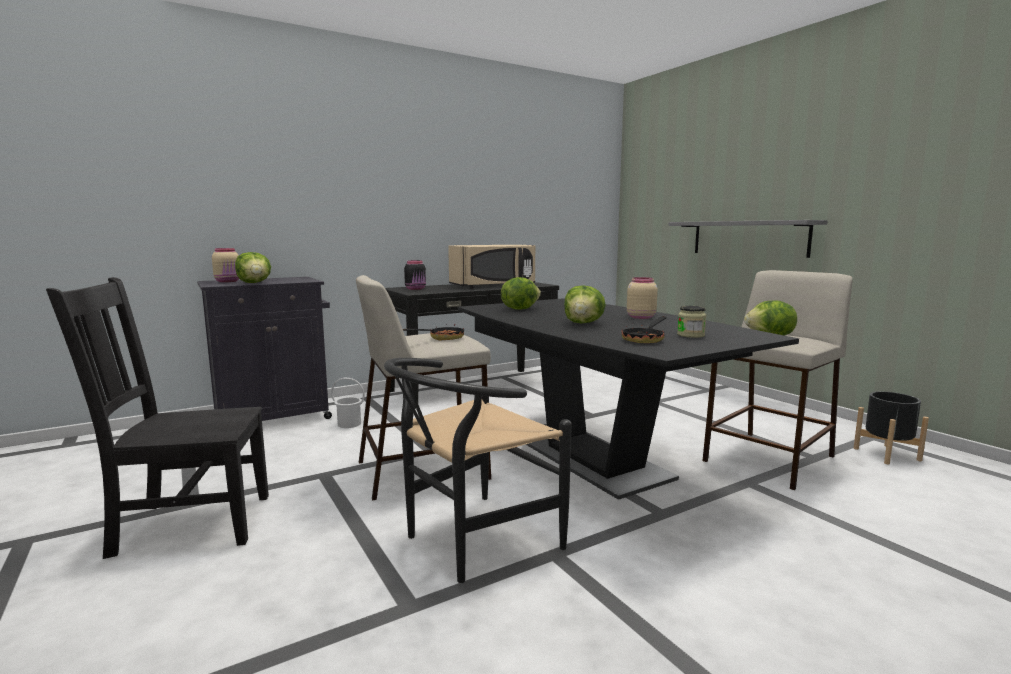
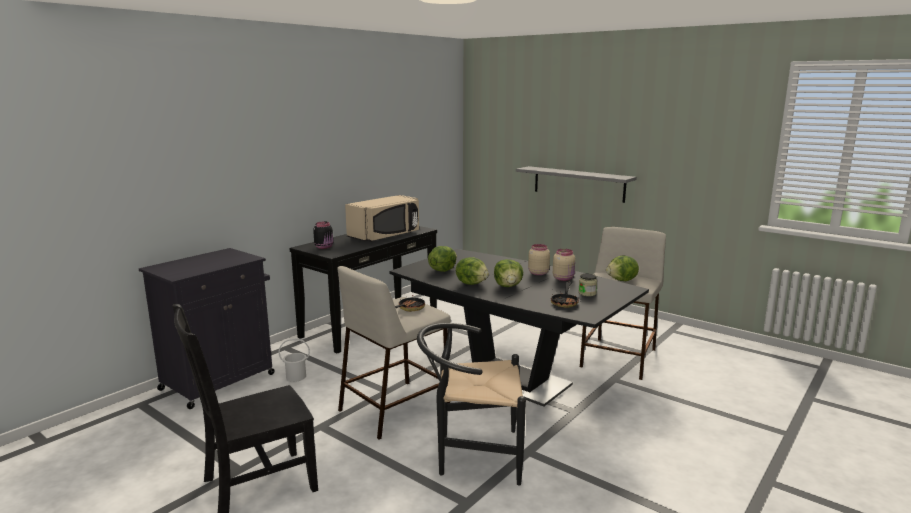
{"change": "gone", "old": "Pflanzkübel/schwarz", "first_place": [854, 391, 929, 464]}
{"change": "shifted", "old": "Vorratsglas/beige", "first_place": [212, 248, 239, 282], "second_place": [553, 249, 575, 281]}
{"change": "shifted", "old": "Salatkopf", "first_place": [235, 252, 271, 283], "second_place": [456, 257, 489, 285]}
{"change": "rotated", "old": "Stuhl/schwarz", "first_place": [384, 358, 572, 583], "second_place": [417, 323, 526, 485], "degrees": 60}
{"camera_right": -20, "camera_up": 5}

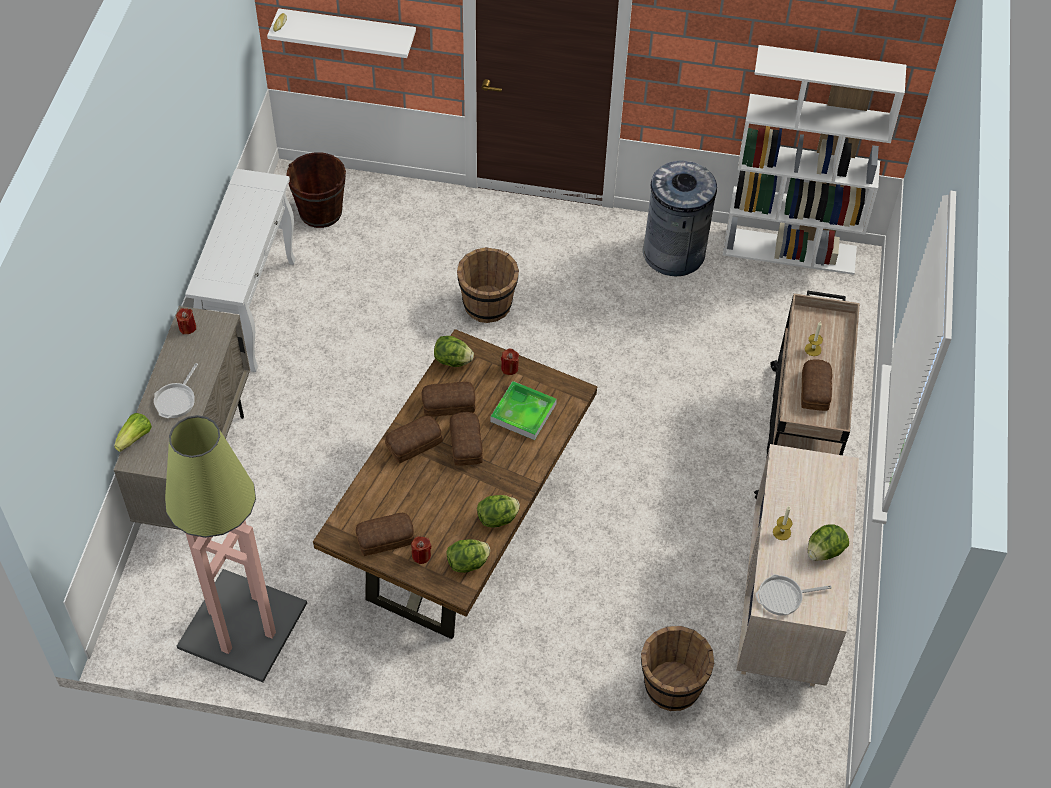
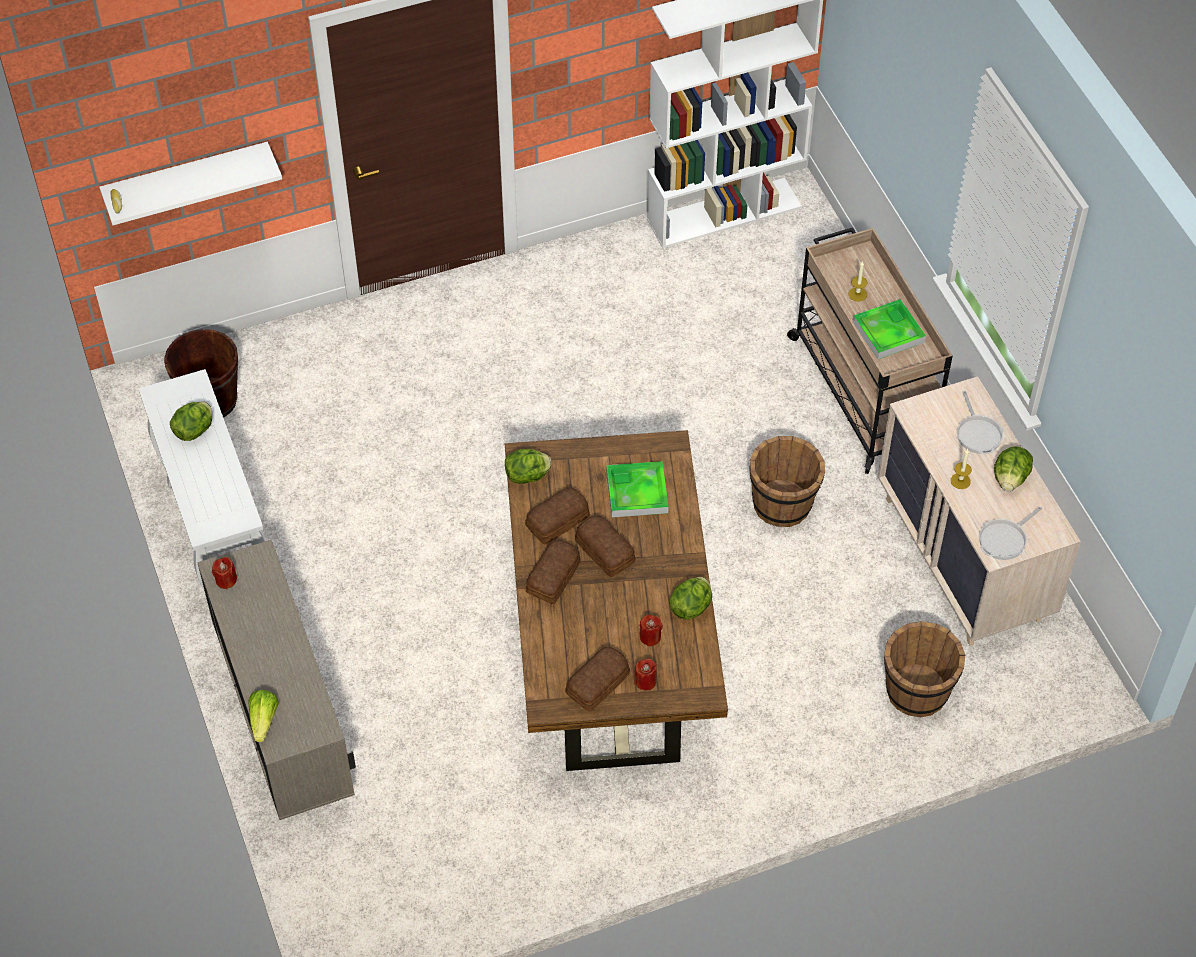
{"change": "gone", "old": "Stehlampe", "first_place": [165, 415, 307, 682]}
{"change": "gone", "old": "Mülleimer/grau", "first_place": [643, 160, 717, 277]}
{"change": "shifted", "old": "Pfanne", "first_place": [154, 363, 198, 418], "second_place": [957, 391, 1004, 454]}
{"change": "shifted", "old": "Salatkopf", "first_place": [446, 539, 490, 573], "second_place": [170, 402, 212, 441]}
{"change": "shifted", "old": "Eimer/braun", "first_place": [457, 247, 519, 323], "second_place": [750, 436, 825, 527]}
{"change": "shifted", "old": "Kerze/rot", "first_place": [501, 349, 519, 375], "second_place": [639, 615, 663, 646]}
{"change": "swapped", "old": "Brot", "new": "Tablett", "first_place": [801, 359, 832, 411], "second_place": [853, 299, 926, 359]}
{"camera_right": -30, "camera_up": 0}

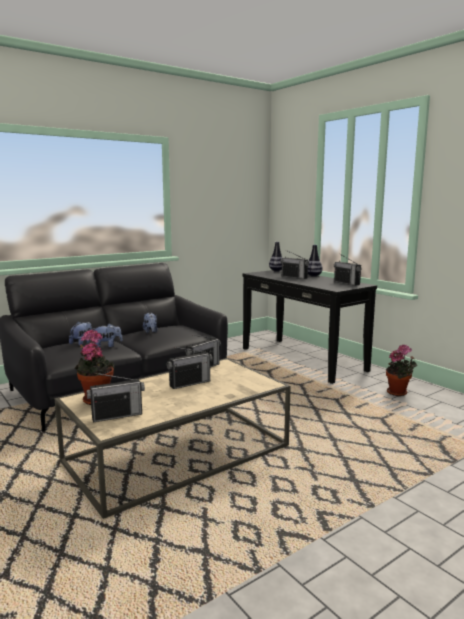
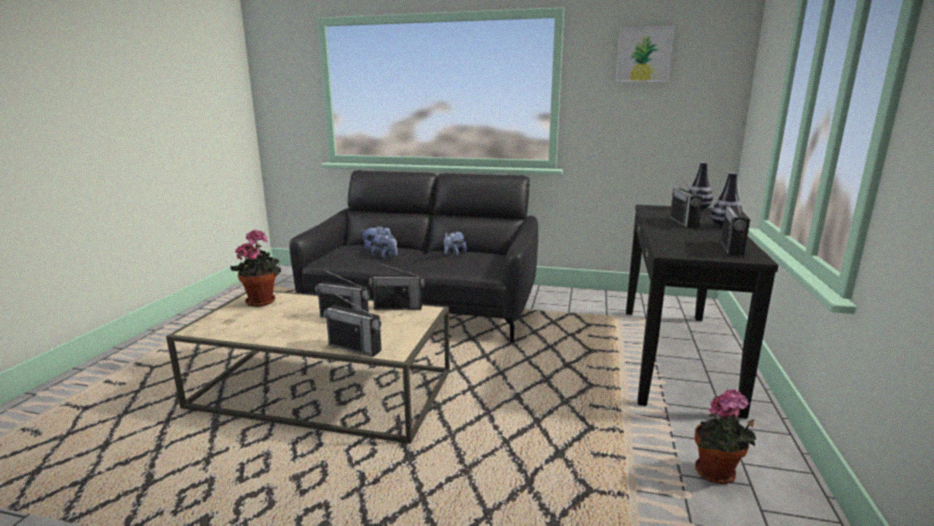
{"change": "new", "new": "Bild", "second_place": [615, 26, 674, 82]}
{"change": "shifted", "old": "Radio", "first_place": [87, 373, 145, 423], "second_place": [323, 292, 381, 357]}
{"camera_right": 50, "camera_up": 5}

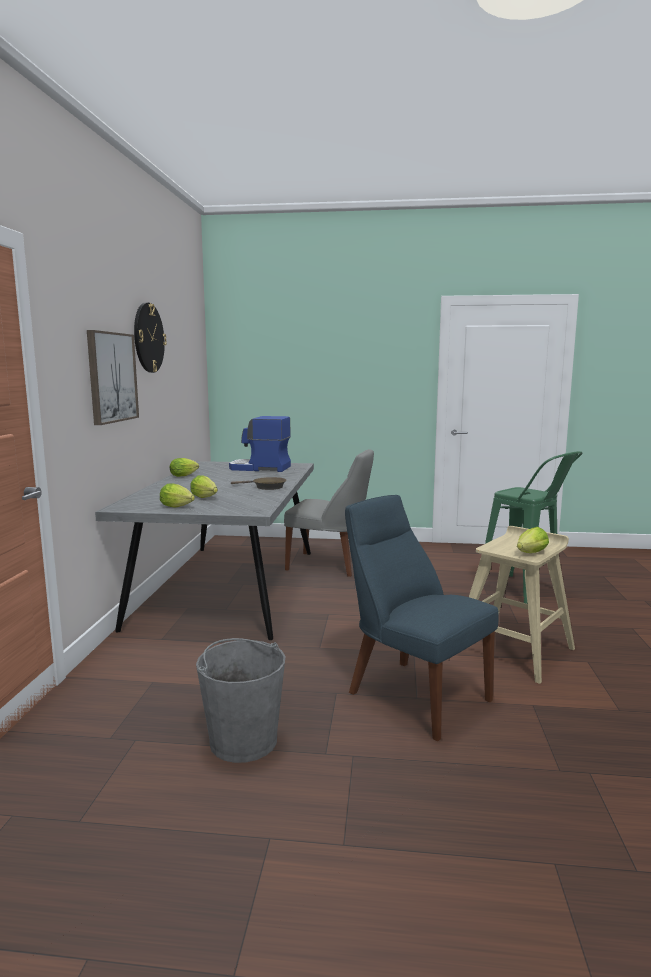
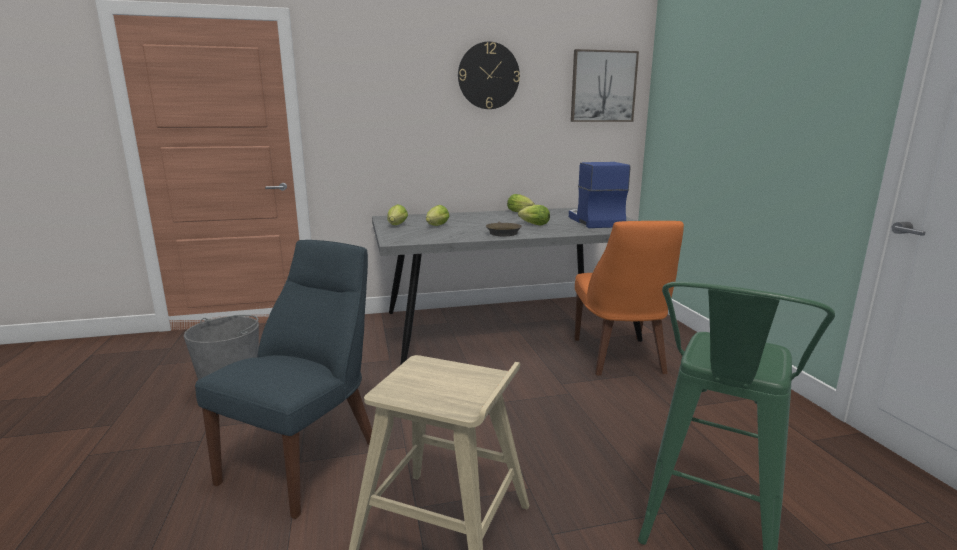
{"change": "shifted", "old": "Bild", "first_place": [87, 330, 139, 425], "second_place": [571, 49, 639, 122]}
{"change": "shifted", "old": "Salatkopf", "first_place": [517, 527, 549, 553], "second_place": [518, 205, 550, 225]}
{"change": "repainted", "old": "Stuhl/grau", "new": "Stuhl/orange", "first_place": [284, 449, 374, 577], "second_place": [574, 221, 684, 376]}
{"camera_right": 70, "camera_up": 5}

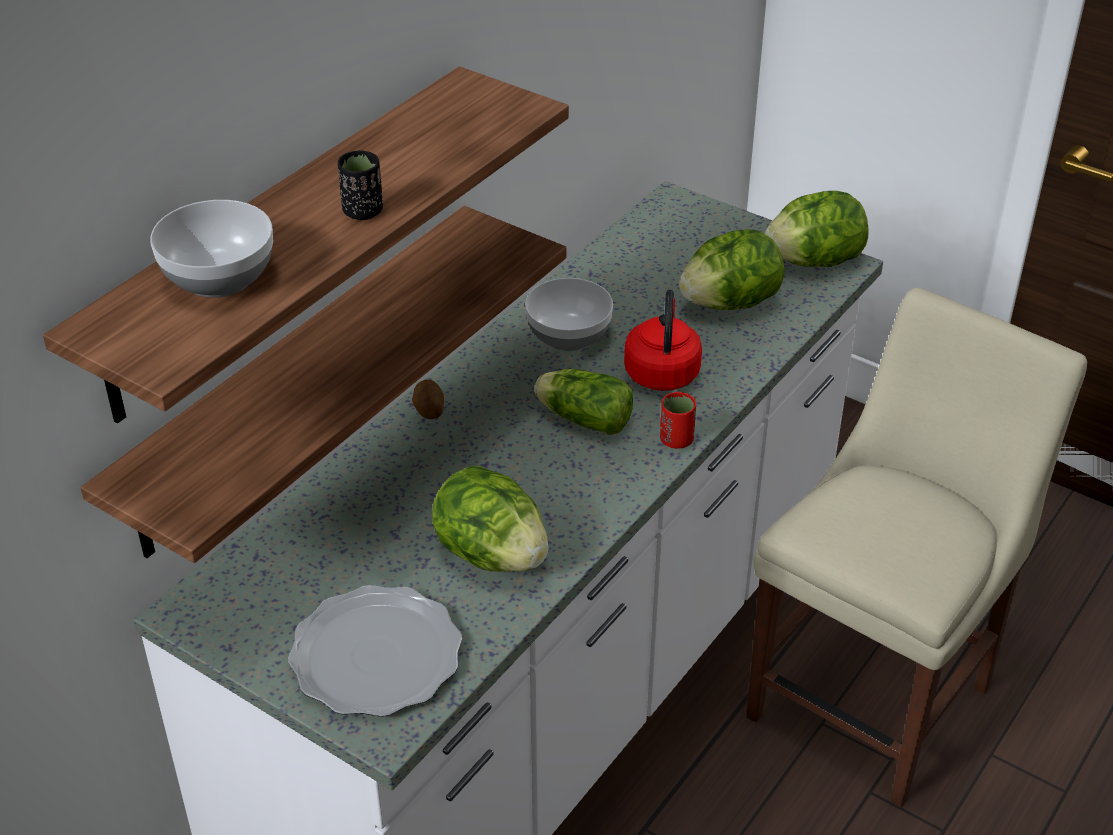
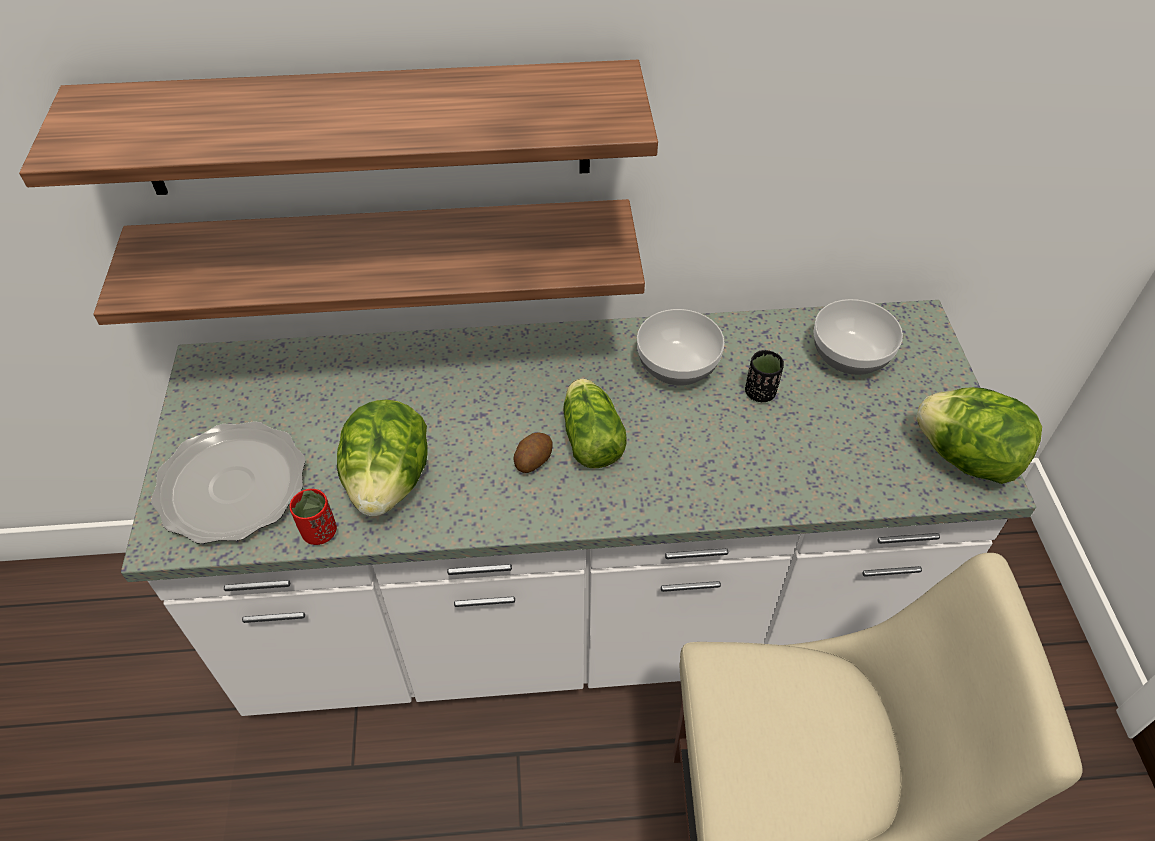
{"change": "gone", "old": "Wasserkessel/rot", "first_place": [624, 290, 702, 391]}
{"change": "gone", "old": "Salatkopf", "first_place": [679, 229, 785, 310]}
{"change": "shifted", "old": "Schüssel", "first_place": [150, 200, 273, 298], "second_place": [813, 299, 903, 375]}
{"change": "shifted", "old": "Tasse/schwarz", "first_place": [338, 150, 383, 220], "second_place": [745, 350, 784, 402]}
{"change": "shifted", "old": "Kartoffel", "first_place": [412, 379, 444, 419], "second_place": [513, 432, 553, 473]}
{"change": "shifted", "old": "Tasse/rot", "first_place": [660, 392, 696, 449], "second_place": [290, 489, 337, 545]}
{"camera_right": 50, "camera_up": 10}

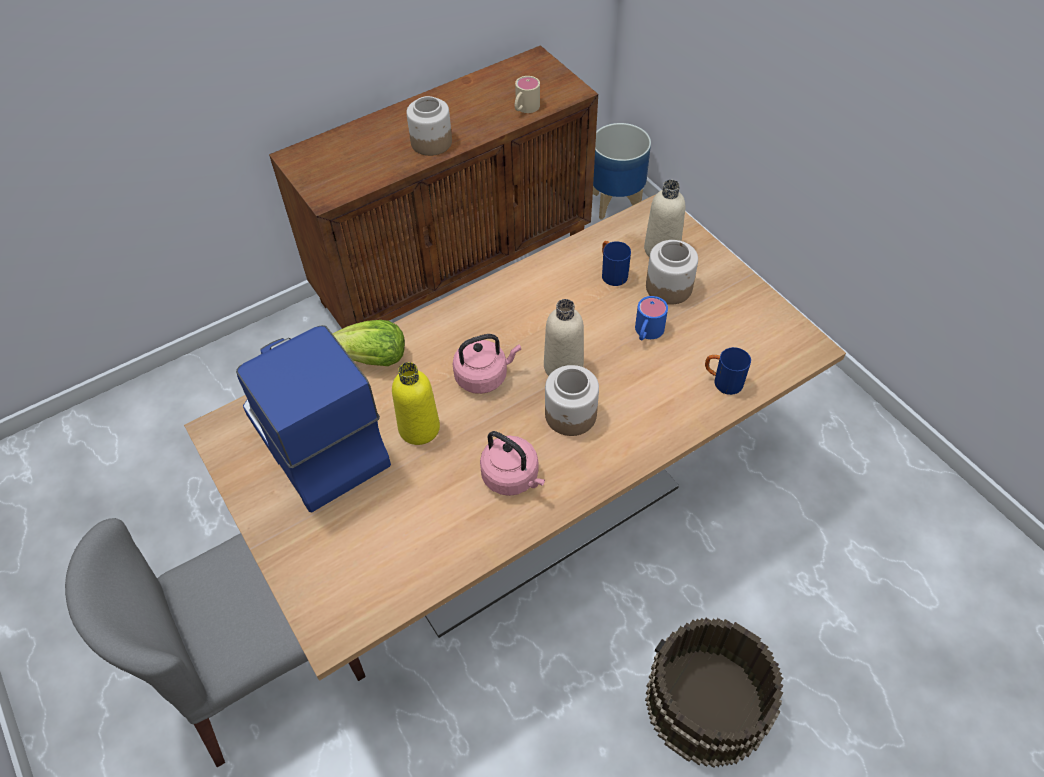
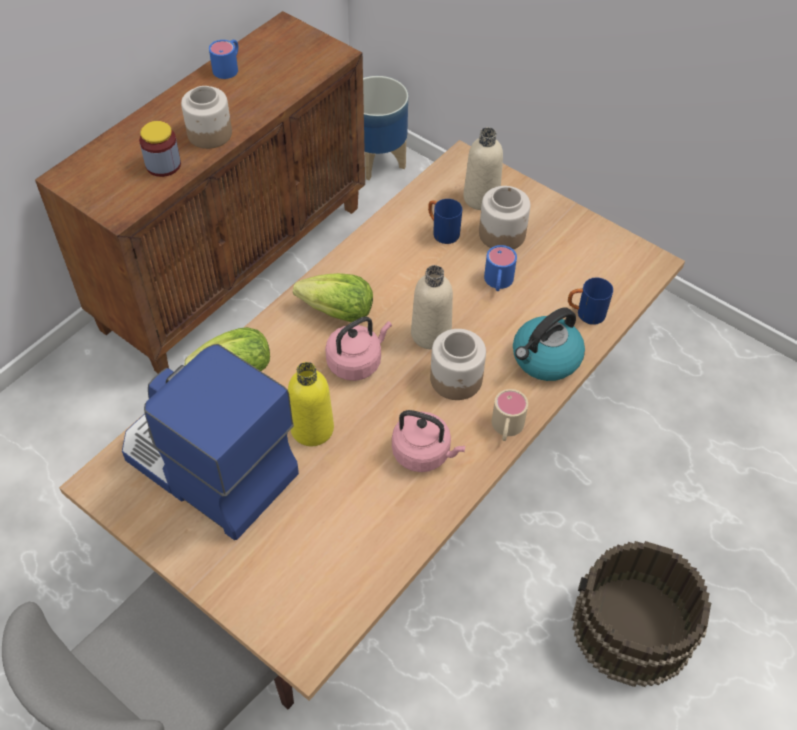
{"change": "new", "new": "Vorratsglas", "second_place": [139, 121, 181, 177]}
{"change": "new", "new": "Henkelbecher/blau", "second_place": [209, 40, 239, 79]}
{"change": "new", "new": "Salatkopf", "second_place": [293, 273, 373, 323]}
{"change": "new", "new": "Wasserkessel", "second_place": [513, 307, 585, 381]}
{"change": "shifted", "old": "Henkelbecher/beige", "first_place": [514, 76, 540, 113], "second_place": [492, 389, 528, 441]}
{"camera_right": -20, "camera_up": 0}

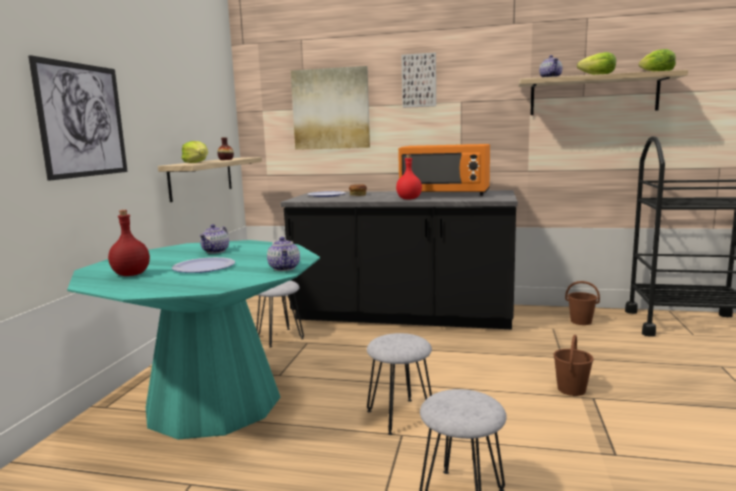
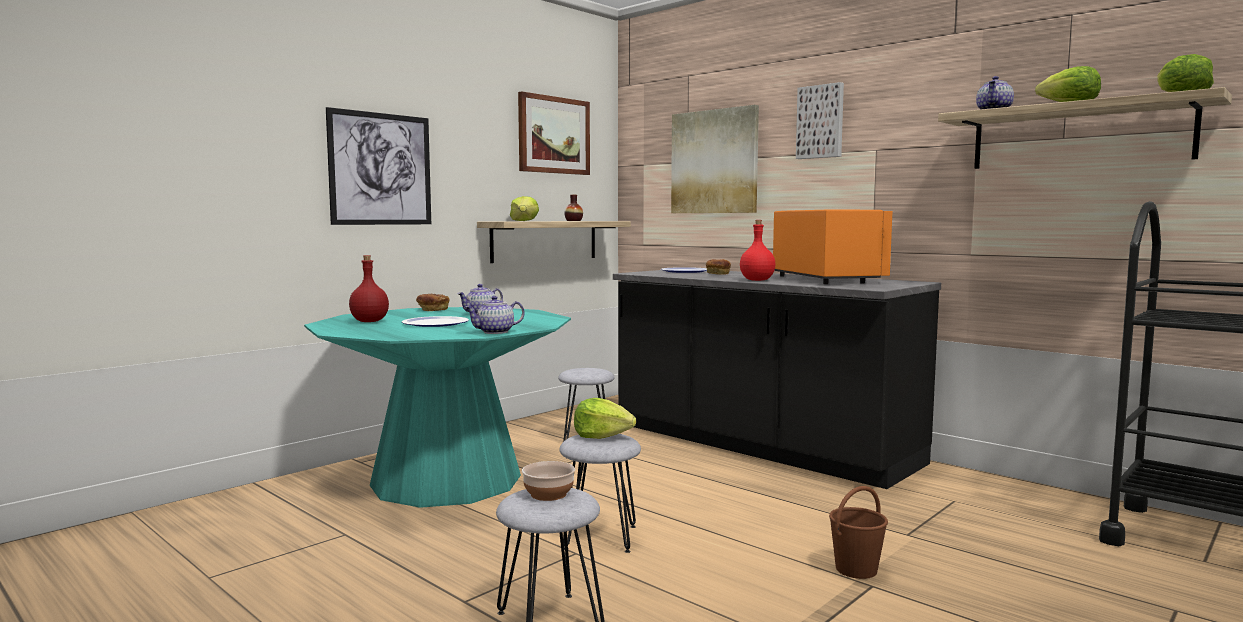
{"change": "gone", "old": "Eimer/braun", "first_place": [565, 281, 600, 325]}
{"change": "new", "new": "Brot", "second_place": [416, 294, 449, 311]}
{"change": "new", "new": "Bild", "second_place": [518, 91, 590, 175]}
{"change": "new", "new": "Schüssel", "second_place": [522, 461, 575, 501]}
{"change": "new", "new": "Salatkopf", "second_place": [574, 398, 636, 439]}
{"change": "rotated", "old": "Teekanne", "first_place": [267, 237, 300, 271], "second_place": [465, 296, 525, 334], "degrees": 45}
{"change": "rotated", "old": "Mikrowelle/orange", "first_place": [398, 144, 490, 196], "second_place": [773, 210, 892, 284], "degrees": -150}
{"camera_right": 30, "camera_up": -5}

